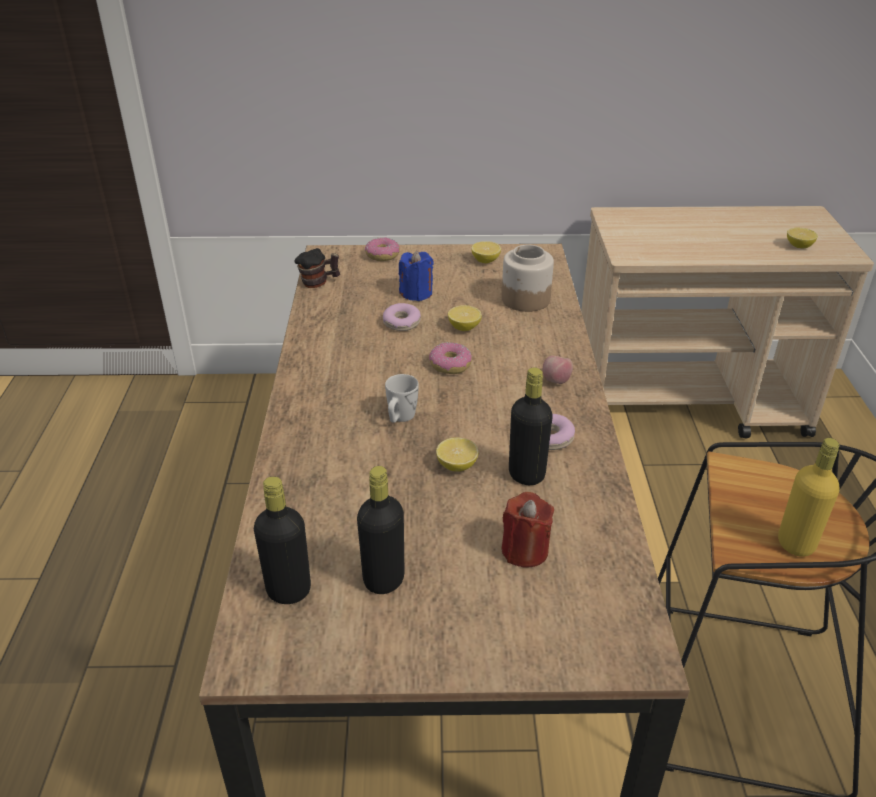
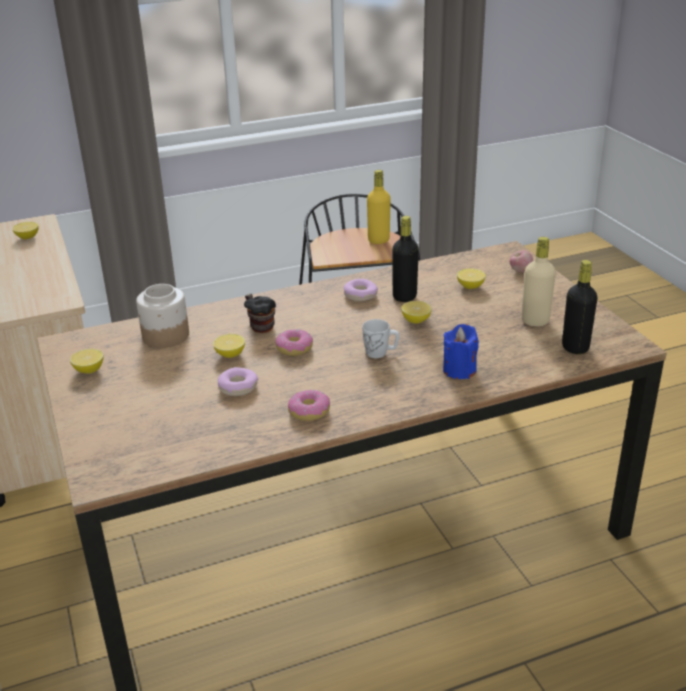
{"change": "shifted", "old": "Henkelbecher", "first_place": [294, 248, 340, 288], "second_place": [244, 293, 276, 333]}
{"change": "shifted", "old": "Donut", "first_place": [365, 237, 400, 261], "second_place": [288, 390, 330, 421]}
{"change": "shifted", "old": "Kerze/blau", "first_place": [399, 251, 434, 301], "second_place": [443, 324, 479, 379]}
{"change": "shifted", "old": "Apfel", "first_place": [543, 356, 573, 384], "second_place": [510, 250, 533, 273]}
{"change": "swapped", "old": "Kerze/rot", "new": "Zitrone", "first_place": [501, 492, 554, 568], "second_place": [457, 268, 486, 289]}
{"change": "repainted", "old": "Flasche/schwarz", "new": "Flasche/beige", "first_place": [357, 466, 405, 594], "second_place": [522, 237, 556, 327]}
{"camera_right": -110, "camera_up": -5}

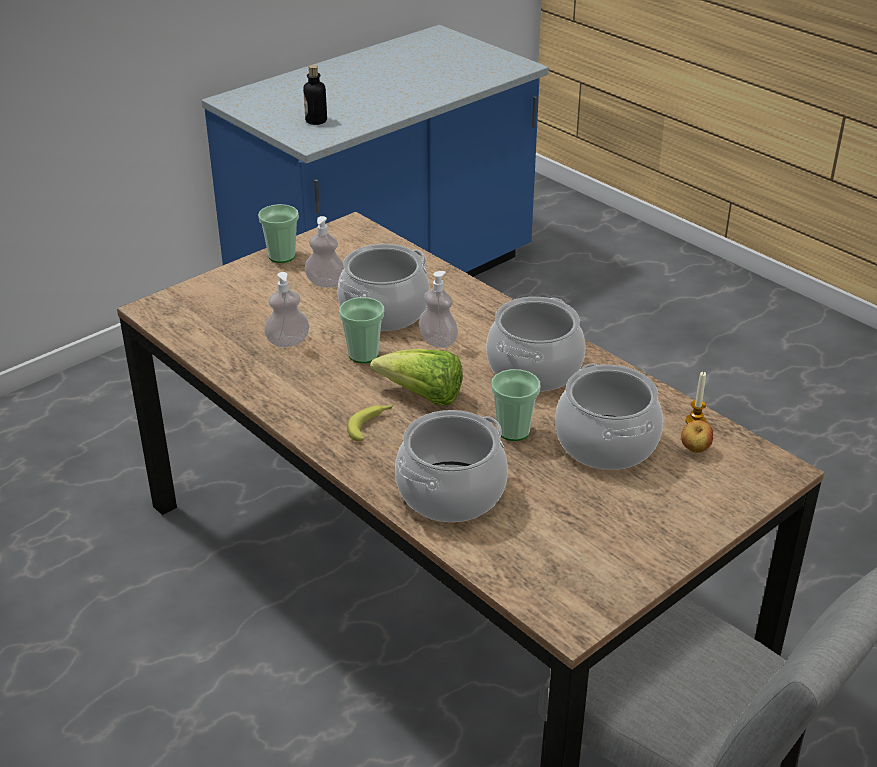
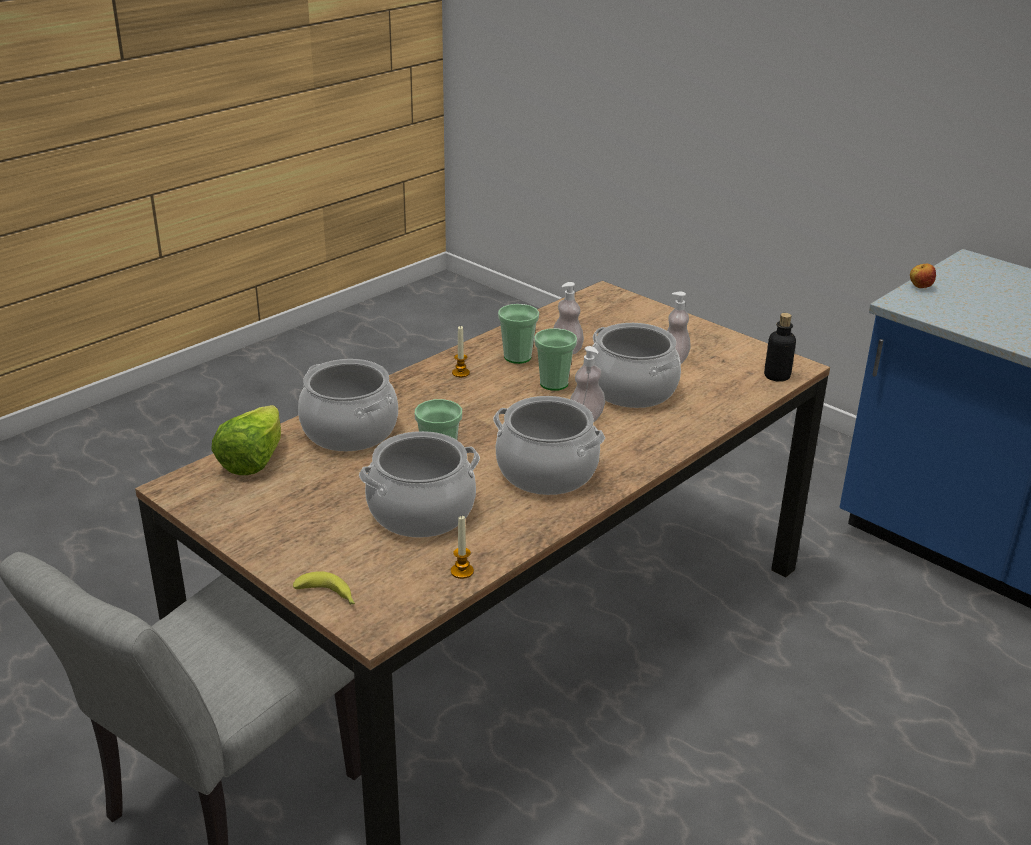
{"change": "new", "new": "Kerze", "second_place": [452, 326, 470, 377]}
{"change": "shifted", "old": "Tasse", "first_place": [258, 204, 299, 263], "second_place": [498, 304, 539, 364]}
{"change": "shifted", "old": "Flasche", "first_place": [303, 65, 327, 125], "second_place": [764, 313, 796, 382]}
{"change": "shifted", "old": "Banane", "first_place": [347, 404, 393, 442], "second_place": [293, 571, 355, 605]}
{"change": "shifted", "old": "Salatkopf", "first_place": [370, 349, 463, 406], "second_place": [211, 405, 281, 475]}
{"change": "shifted", "old": "Apfel", "first_place": [681, 420, 713, 453], "second_place": [910, 264, 936, 288]}
{"camera_right": 85, "camera_up": -5}

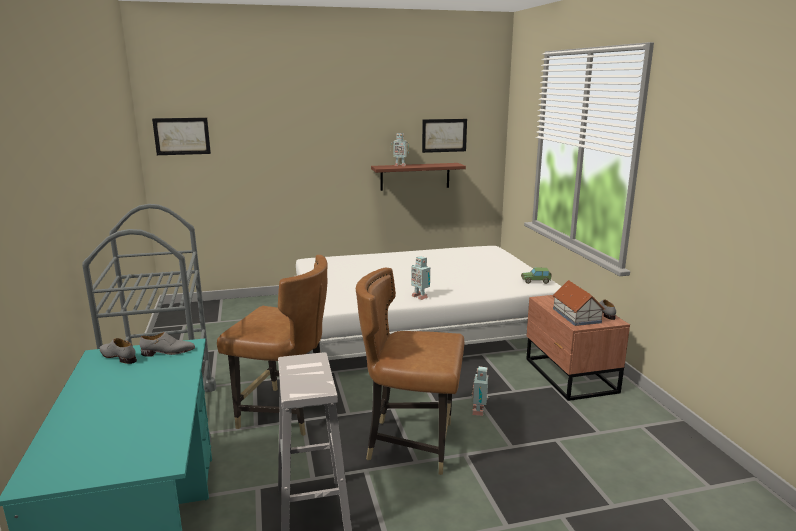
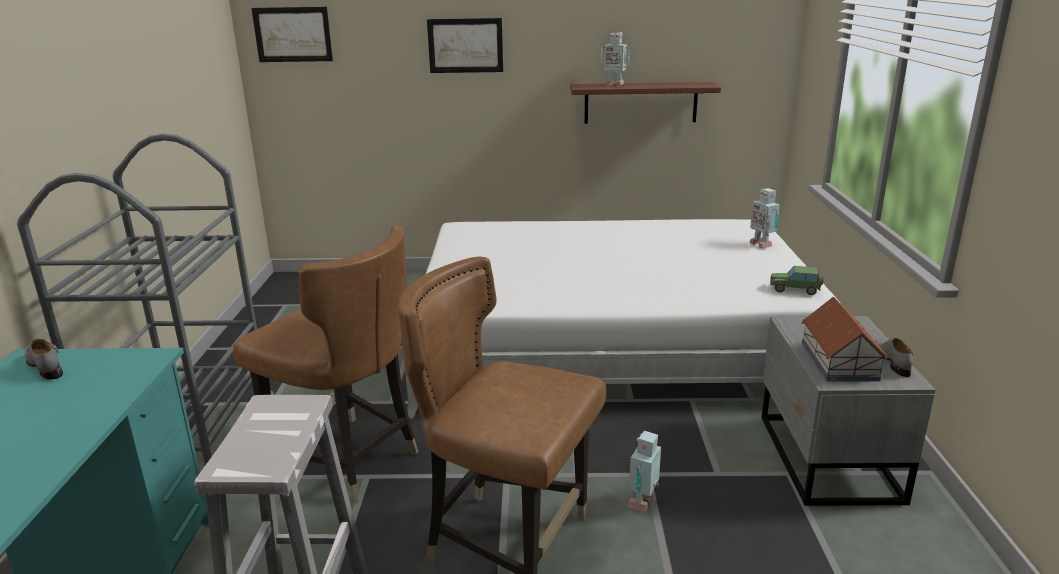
{"change": "gone", "old": "Schuh/grau", "first_place": [140, 332, 195, 357]}
{"change": "shifted", "old": "Spielzeugroboter", "first_place": [411, 256, 430, 300], "second_place": [749, 188, 780, 249]}
{"change": "shifted", "old": "Bild", "first_place": [422, 119, 467, 153], "second_place": [427, 18, 503, 73]}
{"change": "repainted", "old": "Nachttisch/braun", "new": "Nachttisch/grau", "first_place": [526, 295, 630, 401], "second_place": [761, 316, 935, 506]}
{"camera_right": 15, "camera_up": 5}

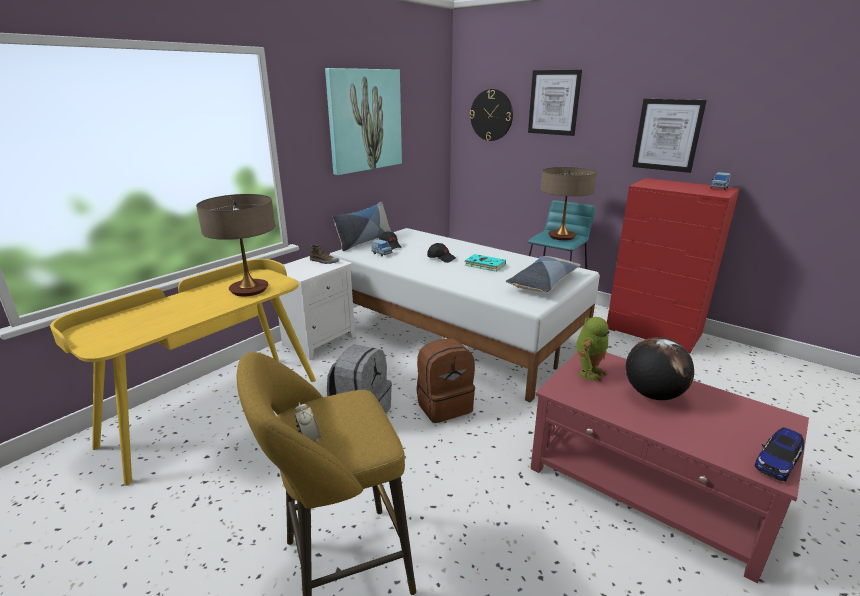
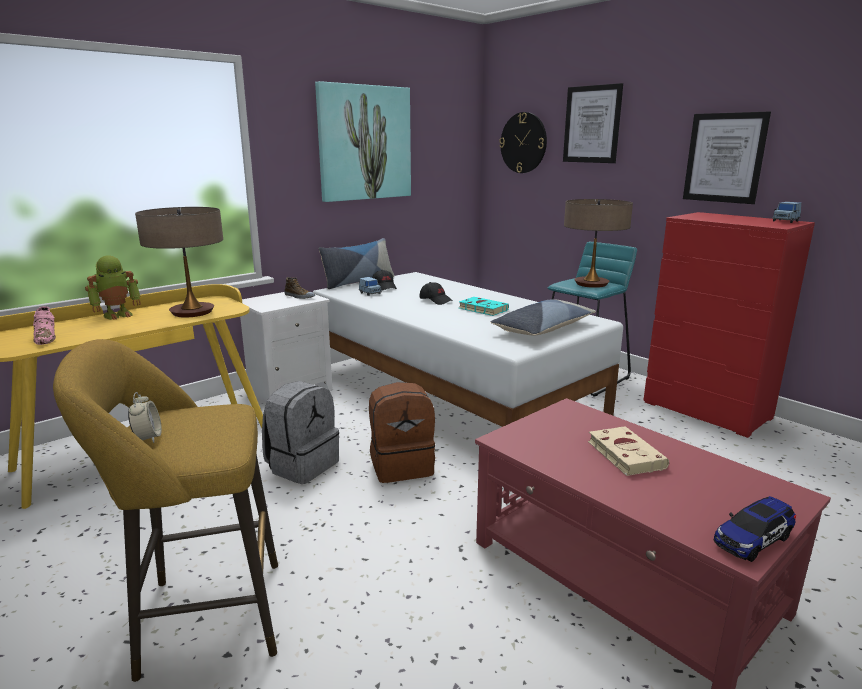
{"change": "new", "new": "Schuh/rosa", "second_place": [33, 306, 56, 345]}
{"change": "shifted", "old": "Spielzeugroboter", "first_place": [576, 317, 610, 382], "second_place": [85, 255, 141, 320]}
{"change": "swapped", "old": "Globus", "new": "Buch/beige", "first_place": [625, 337, 694, 400], "second_place": [588, 426, 669, 476]}
{"camera_right": 10, "camera_up": -5}

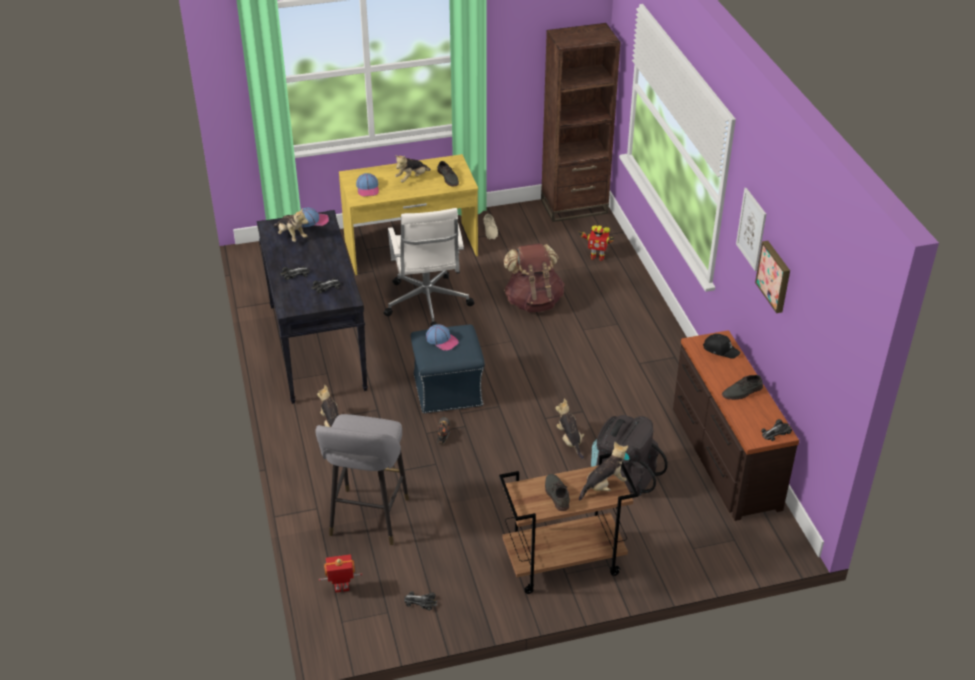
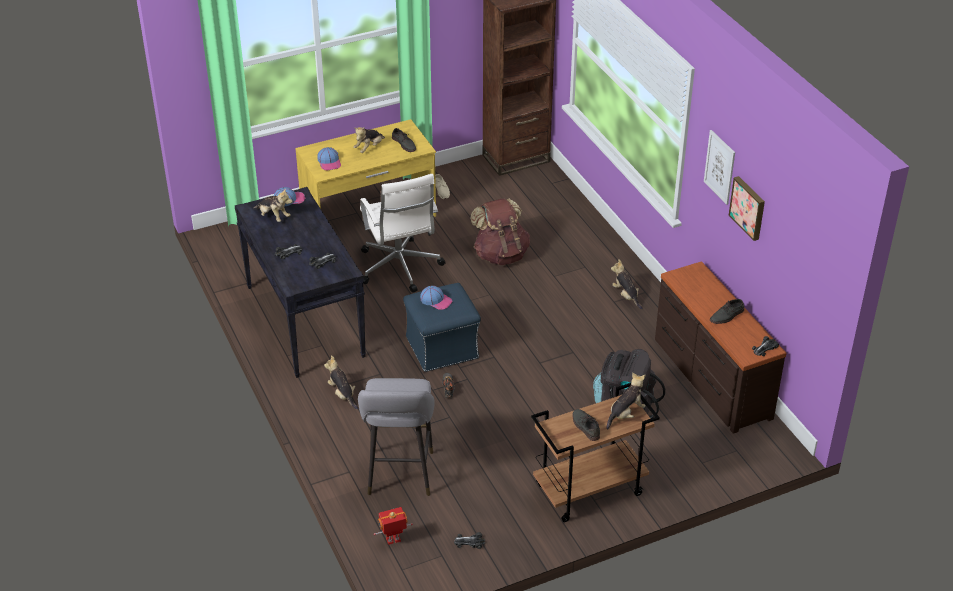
{"change": "gone", "old": "Spielzeugroboter", "first_place": [579, 225, 614, 261]}
{"change": "gone", "old": "Kappe/schwarz", "first_place": [703, 334, 741, 359]}
{"change": "shifted", "old": "Plüschtier", "first_place": [555, 398, 584, 459], "second_place": [611, 259, 643, 309]}
{"camera_right": -10, "camera_up": 0}

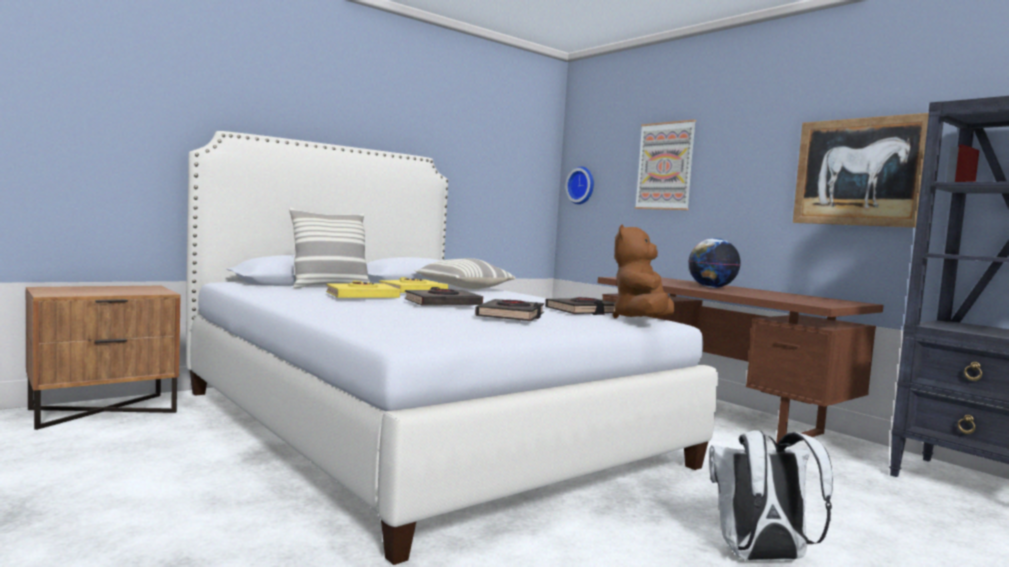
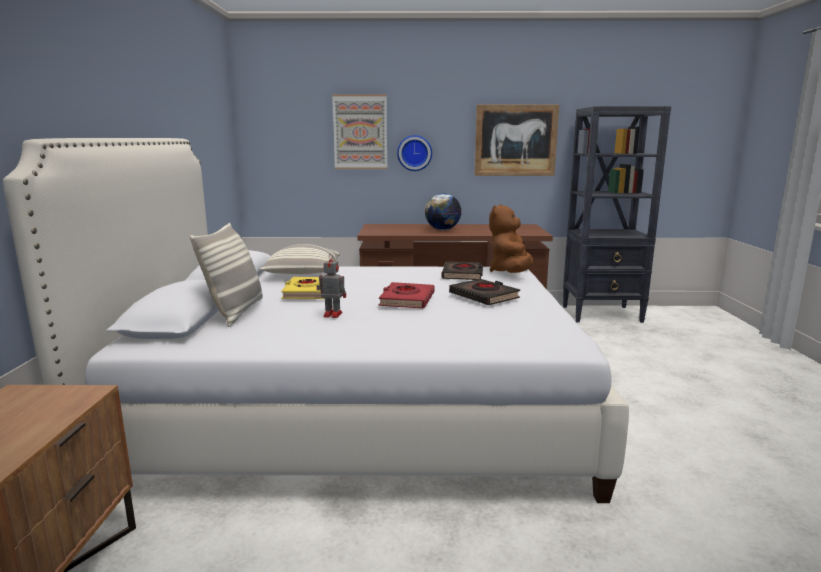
{"change": "gone", "old": "Rucksack/weiß", "first_place": [709, 430, 833, 561]}
{"change": "shifted", "old": "Wanduhr", "first_place": [565, 166, 594, 204], "second_place": [397, 135, 432, 171]}
{"change": "swapped", "old": "Buch/gelb", "new": "Spielzeugroboter", "first_place": [326, 281, 400, 298], "second_place": [316, 254, 346, 318]}
{"change": "repainted", "old": "Buch/schwarz", "new": "Buch/rot", "first_place": [404, 287, 483, 306], "second_place": [379, 282, 434, 309]}
{"change": "rotated", "old": "Plüschtier/braun", "first_place": [613, 224, 675, 318], "second_place": [489, 204, 533, 273], "degrees": 45}
{"camera_right": -50, "camera_up": 10}

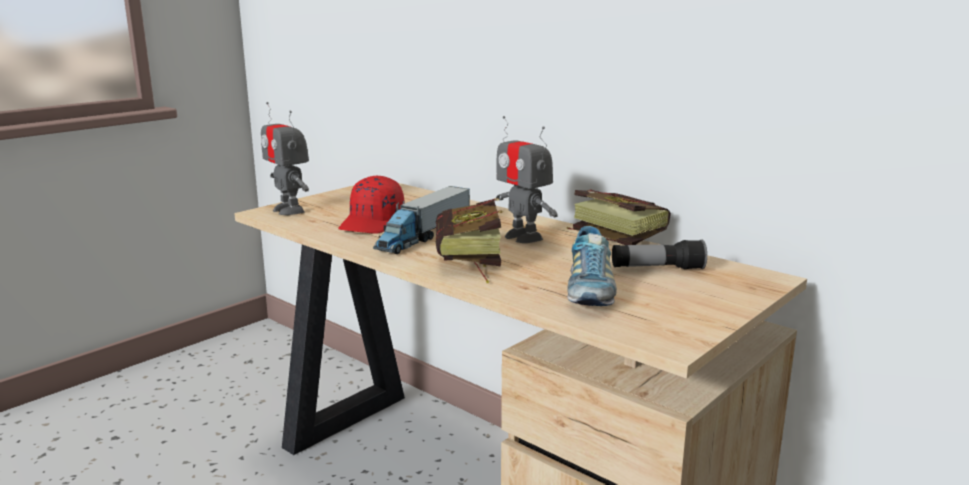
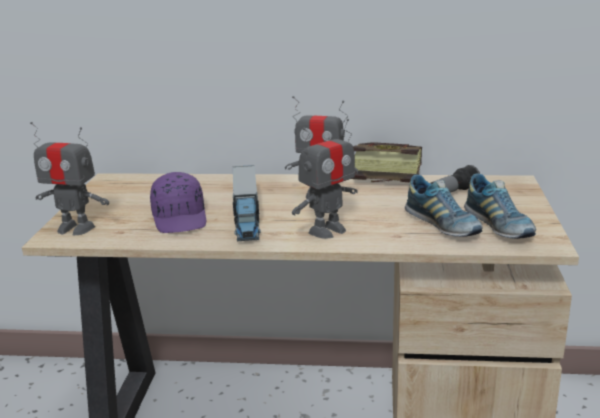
{"change": "new", "new": "Schuh", "second_place": [464, 173, 536, 239]}
{"change": "swapped", "old": "Buch", "new": "Spielzeugroboter", "first_place": [436, 198, 503, 283], "second_place": [292, 119, 358, 239]}
{"change": "repainted", "old": "Kappe/rot", "new": "Kappe/lila", "first_place": [338, 175, 405, 234], "second_place": [150, 172, 206, 233]}
{"camera_right": -35, "camera_up": 5}

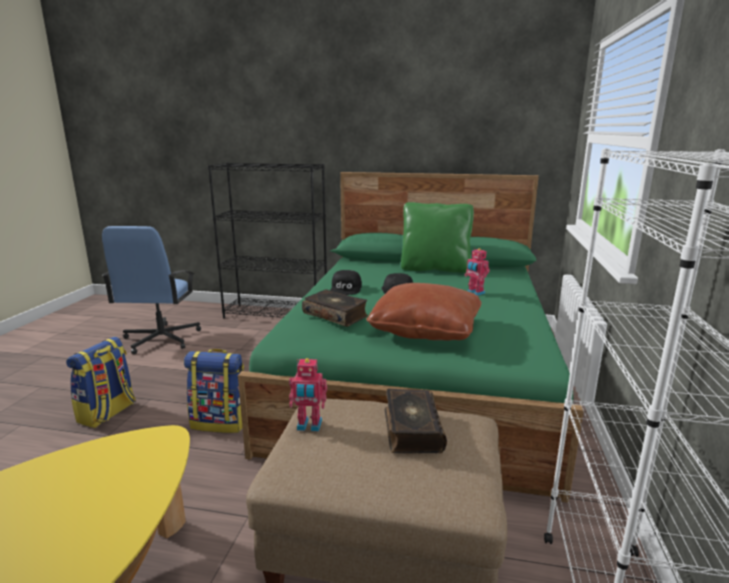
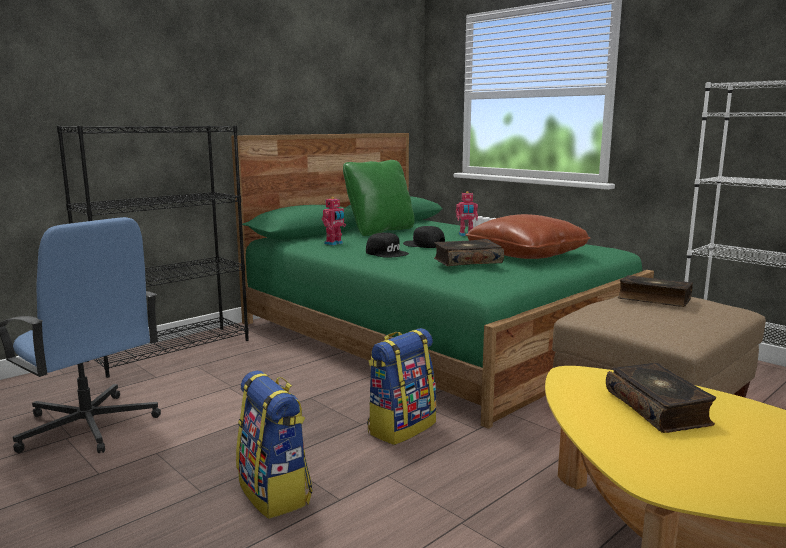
{"change": "new", "new": "Buch", "second_place": [606, 363, 716, 433]}
{"change": "shifted", "old": "Spielzeugroboter", "first_place": [289, 358, 327, 431], "second_place": [322, 197, 346, 245]}
{"camera_right": -55, "camera_up": -5}

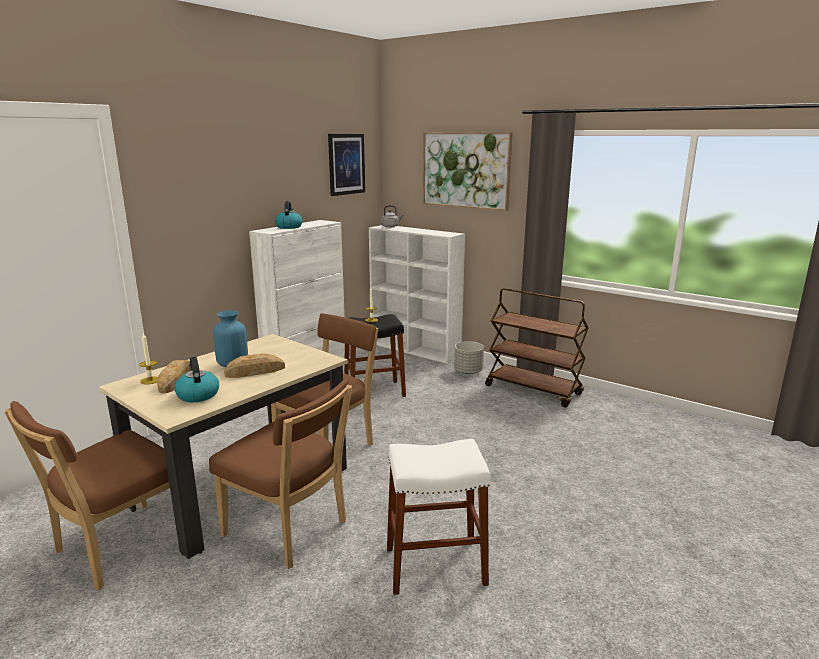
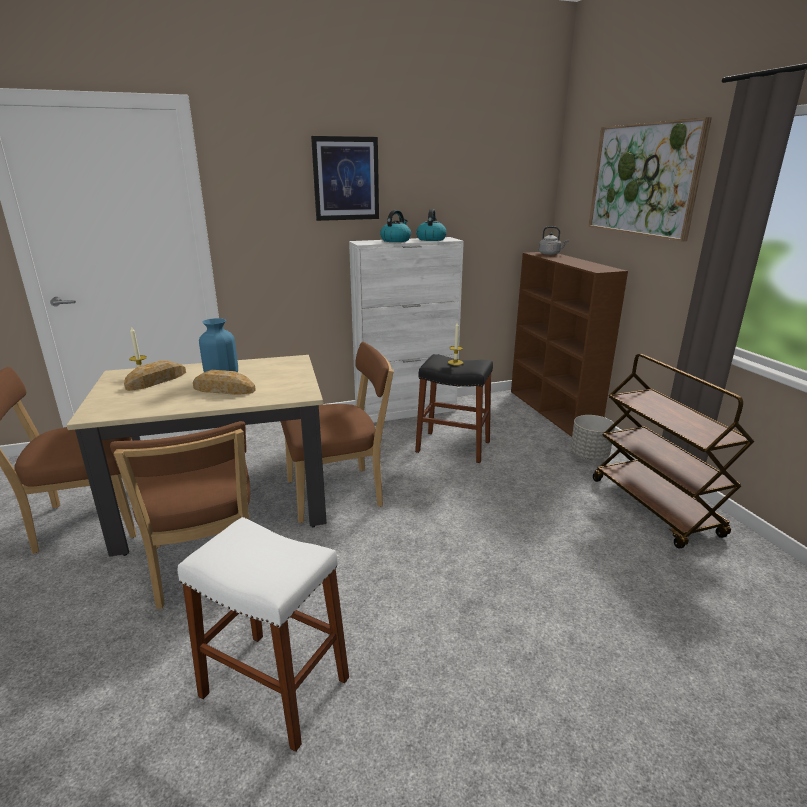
{"change": "shifted", "old": "Wasserkessel", "first_place": [174, 356, 219, 402], "second_place": [416, 209, 447, 241]}
{"change": "shifted", "old": "Bild", "first_place": [328, 134, 365, 196], "second_place": [311, 136, 379, 221]}
{"change": "repainted", "old": "Bücherregal/weiß", "new": "Bücherregal/braun", "first_place": [369, 225, 465, 364], "second_place": [511, 252, 628, 437]}
{"camera_right": 35, "camera_up": 5}

